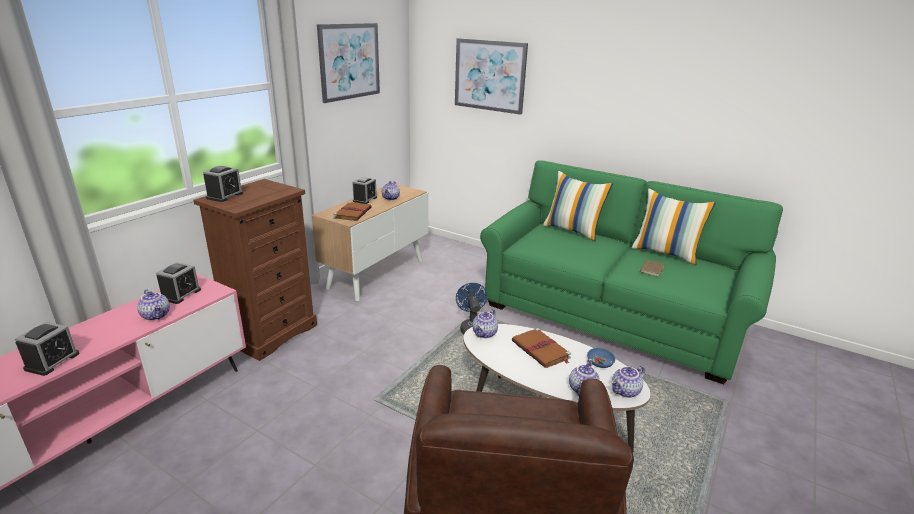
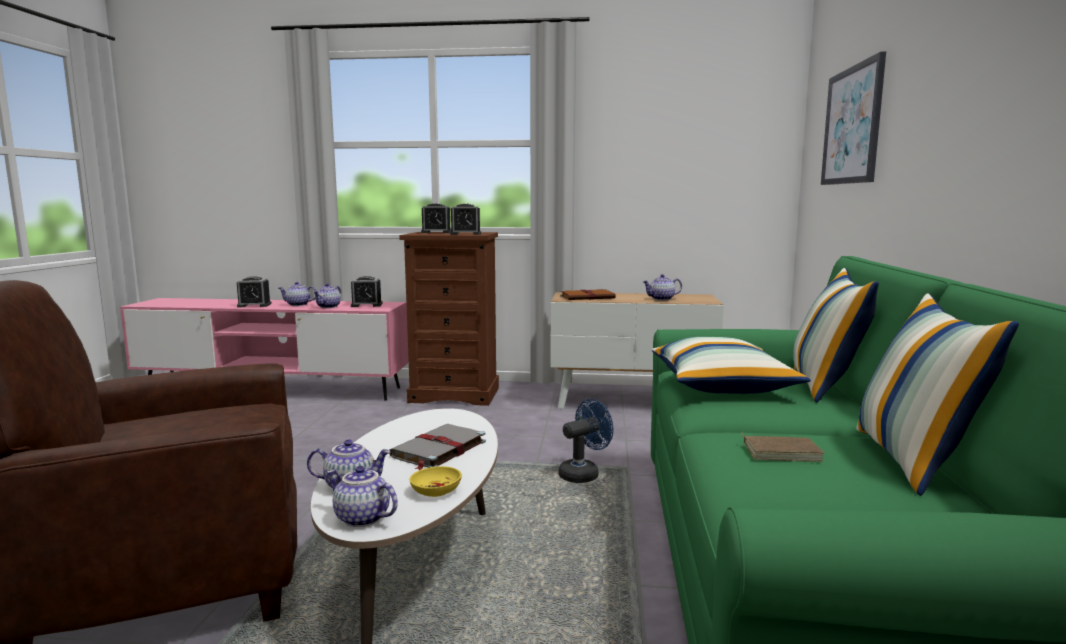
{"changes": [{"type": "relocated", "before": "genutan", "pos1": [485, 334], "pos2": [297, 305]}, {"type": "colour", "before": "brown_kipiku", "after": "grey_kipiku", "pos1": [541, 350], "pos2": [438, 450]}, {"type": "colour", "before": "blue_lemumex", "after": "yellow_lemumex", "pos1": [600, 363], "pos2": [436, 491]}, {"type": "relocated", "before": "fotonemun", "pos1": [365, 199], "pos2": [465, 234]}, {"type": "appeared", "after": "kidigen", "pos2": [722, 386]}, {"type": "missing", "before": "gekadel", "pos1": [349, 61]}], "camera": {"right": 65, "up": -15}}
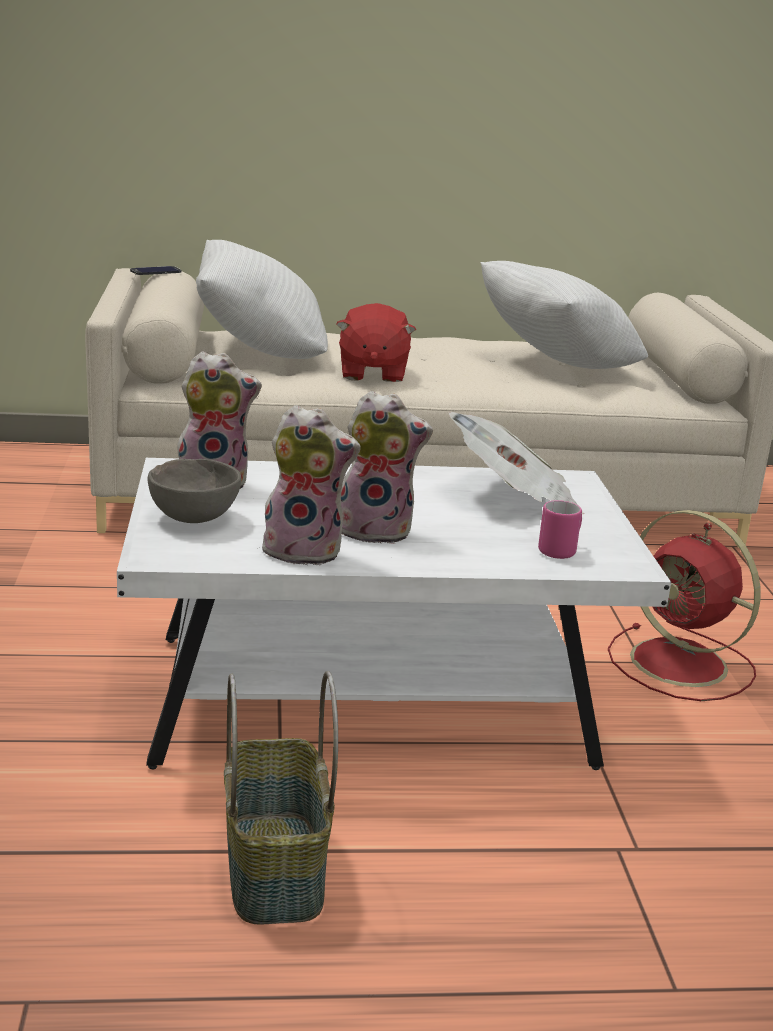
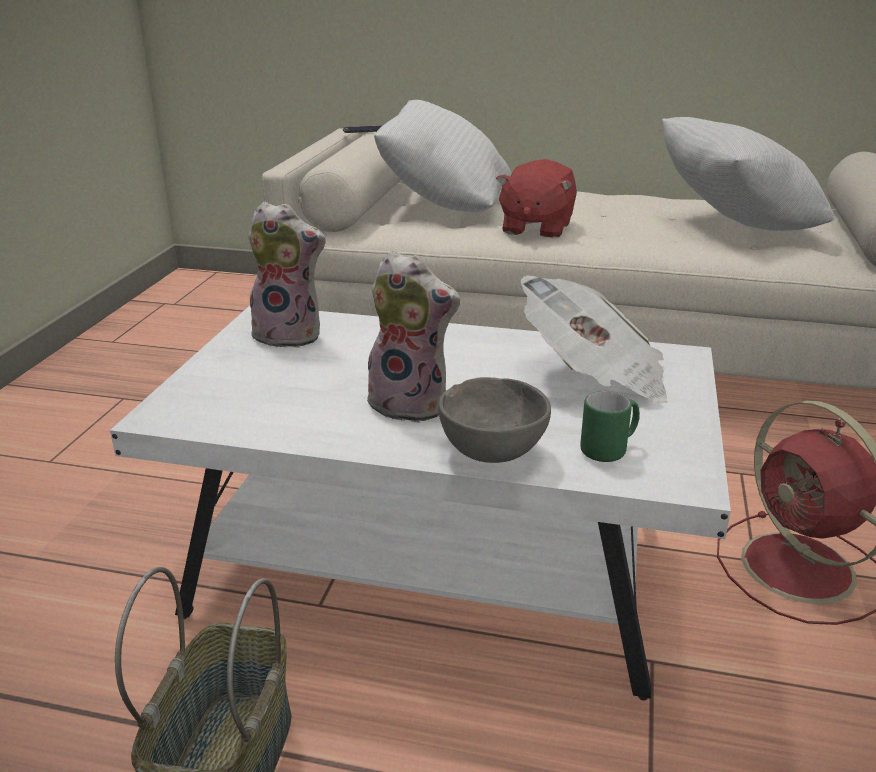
{"changes": [{"type": "relocated", "before": "grey_lemumex", "pos1": [194, 518], "pos2": [493, 451]}, {"type": "colour", "before": "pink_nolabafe", "after": "green_nolabafe", "pos1": [561, 550], "pos2": [609, 450]}, {"type": "missing", "before": "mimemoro", "pos1": [305, 551]}], "camera": {"right": 20, "up": 5}}
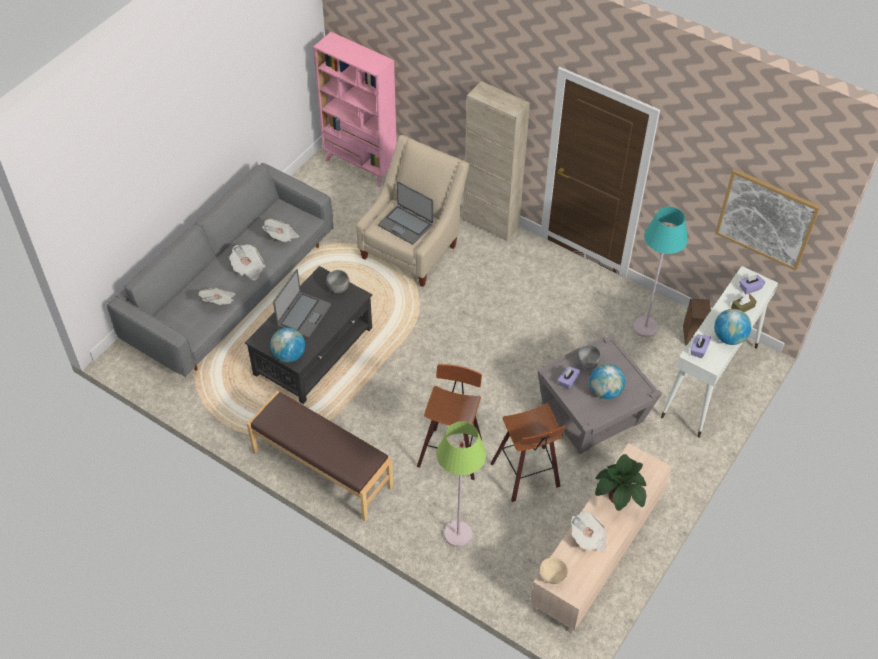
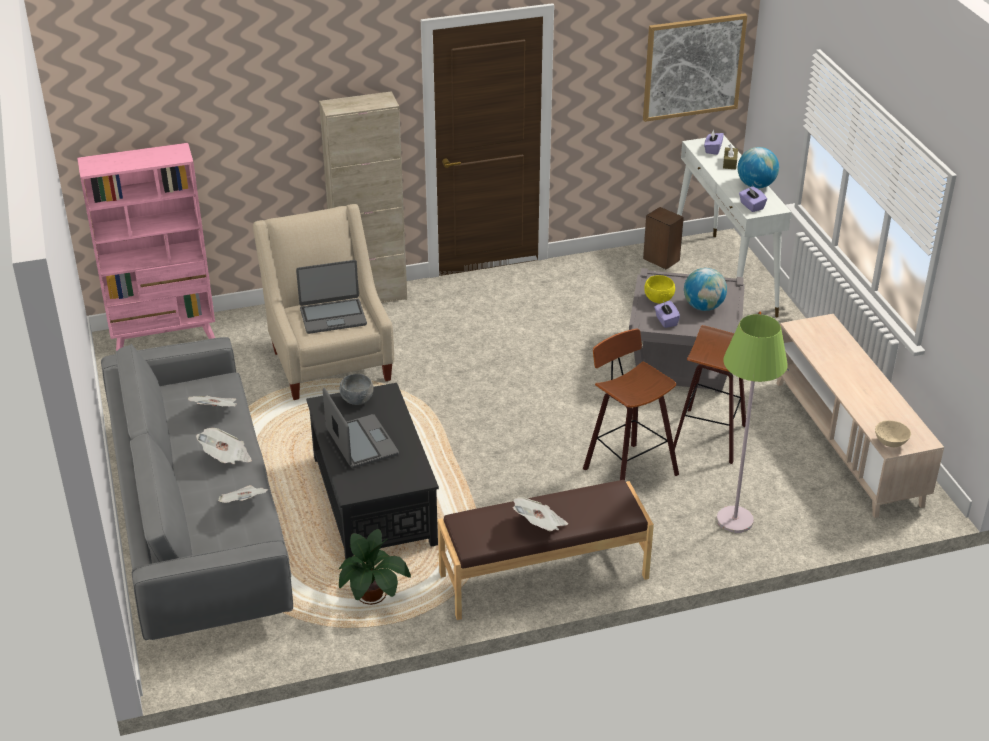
{"changes": [{"type": "relocated", "before": "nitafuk", "pos1": [619, 497], "pos2": [372, 596]}, {"type": "relocated", "before": "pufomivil", "pos1": [589, 538], "pos2": [540, 525]}, {"type": "colour", "before": "grey_lemumex", "after": "yellow_lemumex", "pos1": [588, 363], "pos2": [658, 299]}, {"type": "missing", "before": "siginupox", "pos1": [289, 355]}, {"type": "missing", "before": "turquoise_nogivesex", "pos1": [645, 327]}], "camera": {"right": -50, "up": -15}}
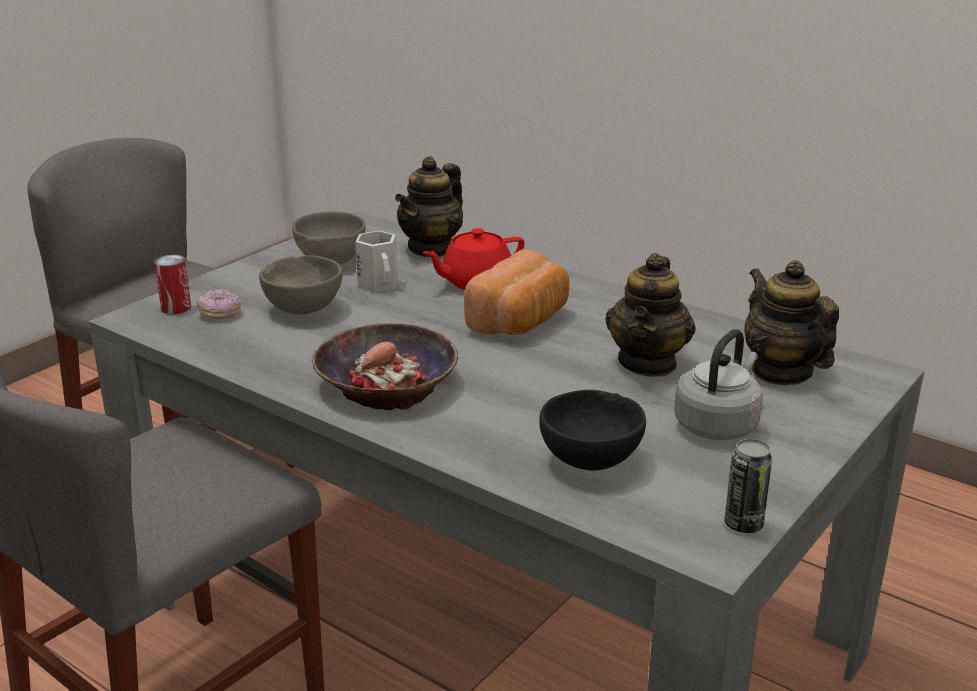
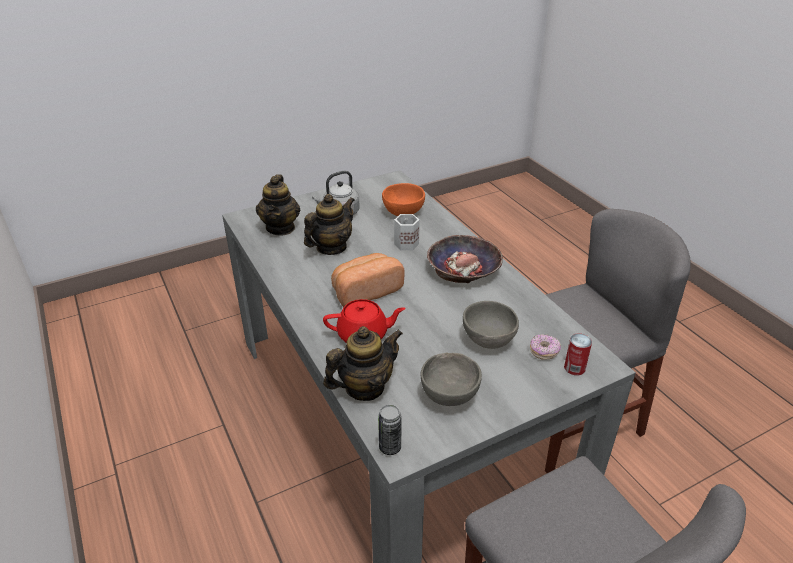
{"changes": [{"type": "relocated", "before": "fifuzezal", "pos1": [743, 524], "pos2": [390, 447]}, {"type": "colour", "before": "black_lemumex", "after": "orange_lemumex", "pos1": [592, 461], "pos2": [402, 212]}, {"type": "relocated", "before": "white_nolabafe", "pos1": [379, 284], "pos2": [405, 243]}], "camera": {"right": -155, "up": 10}}
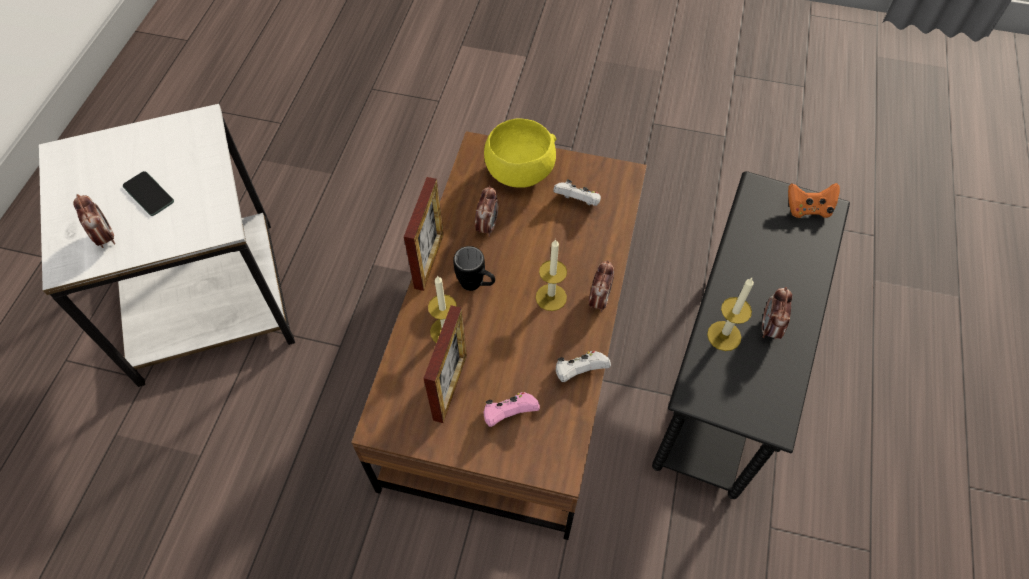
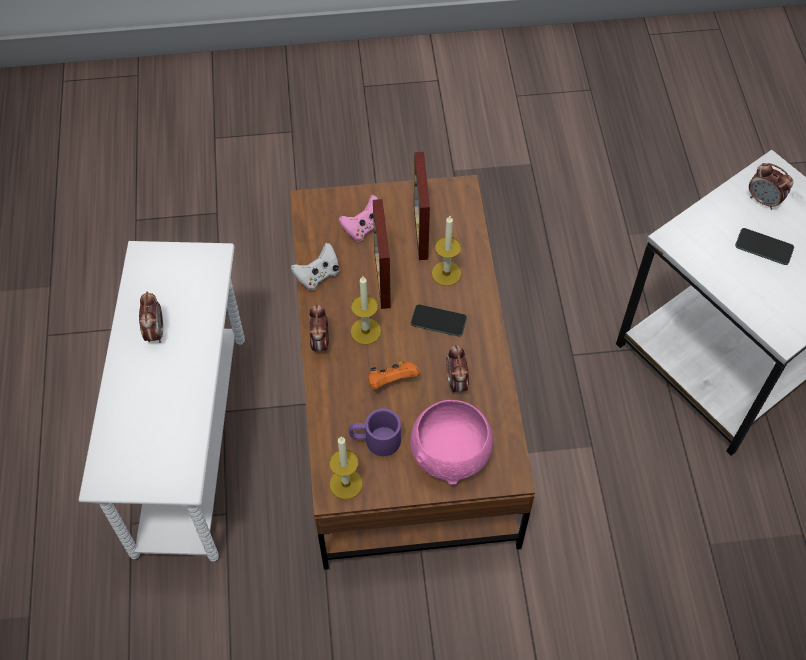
{"changes": [{"type": "colour", "before": "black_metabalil", "after": "white_metabalil", "pos1": [725, 377], "pos2": [189, 444]}, {"type": "relocated", "before": "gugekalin", "pos1": [724, 336], "pos2": [346, 484]}, {"type": "exchanged", "before": "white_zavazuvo", "after": "purple_nolabafe", "pos1": [577, 202], "pos2": [375, 440]}, {"type": "relocated", "before": "orange_zavazuvo", "pos1": [808, 209], "pos2": [391, 381]}, {"type": "relocated", "before": "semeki", "pos1": [429, 260], "pos2": [382, 279]}, {"type": "colour", "before": "yellow_lemumex", "after": "pink_lemumex", "pos1": [518, 173], "pos2": [451, 455]}, {"type": "exchanged", "before": "black_nolabafe", "after": "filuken", "pos1": [476, 285], "pos2": [438, 321]}], "camera": {"right": 160, "up": 0}}
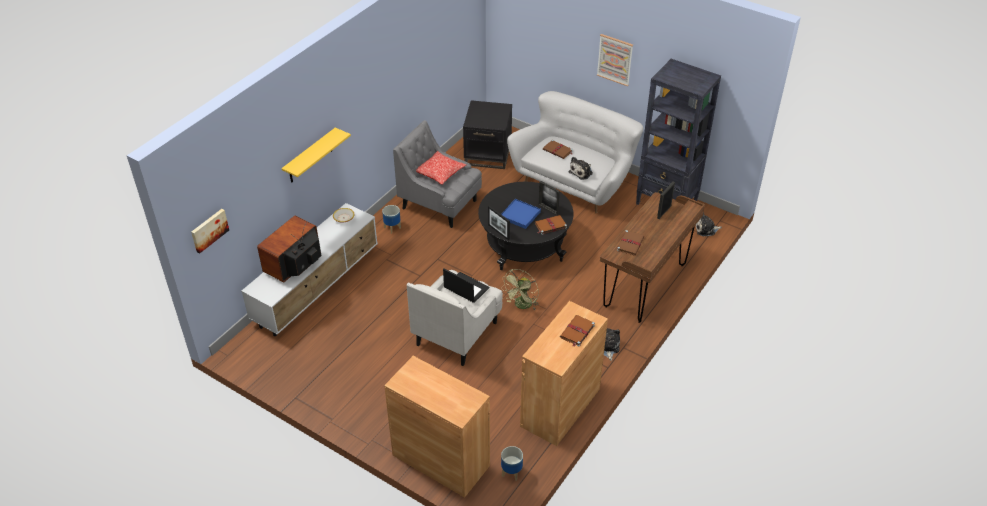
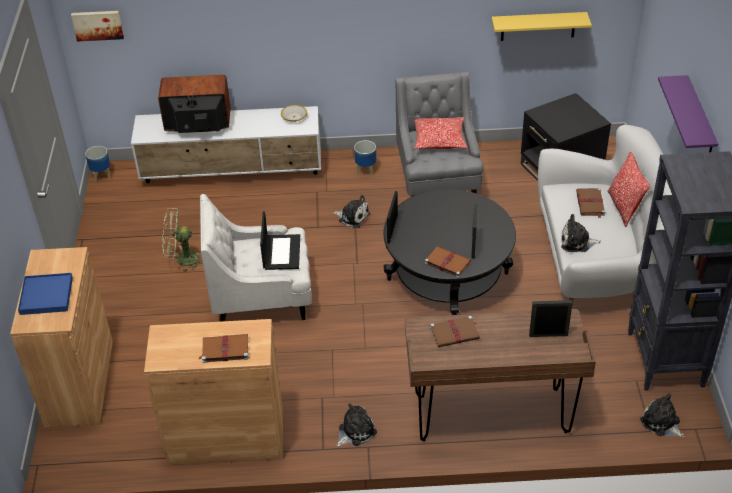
{"changes": [{"type": "relocated", "before": "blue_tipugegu", "pos1": [520, 215], "pos2": [46, 296]}, {"type": "relocated", "before": "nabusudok", "pos1": [511, 472], "pos2": [101, 175]}, {"type": "relocated", "before": "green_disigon", "pos1": [521, 306], "pos2": [182, 260]}, {"type": "appeared", "after": "mimemoro", "pos2": [352, 217]}, {"type": "relocated", "before": "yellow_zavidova", "pos1": [310, 156], "pos2": [538, 26]}, {"type": "appeared", "after": "kidigen", "pos2": [624, 208]}, {"type": "exchanged", "before": "gekadel", "after": "purple_zavidova", "pos1": [615, 59], "pos2": [699, 121]}], "camera": {"right": 55, "up": 0}}
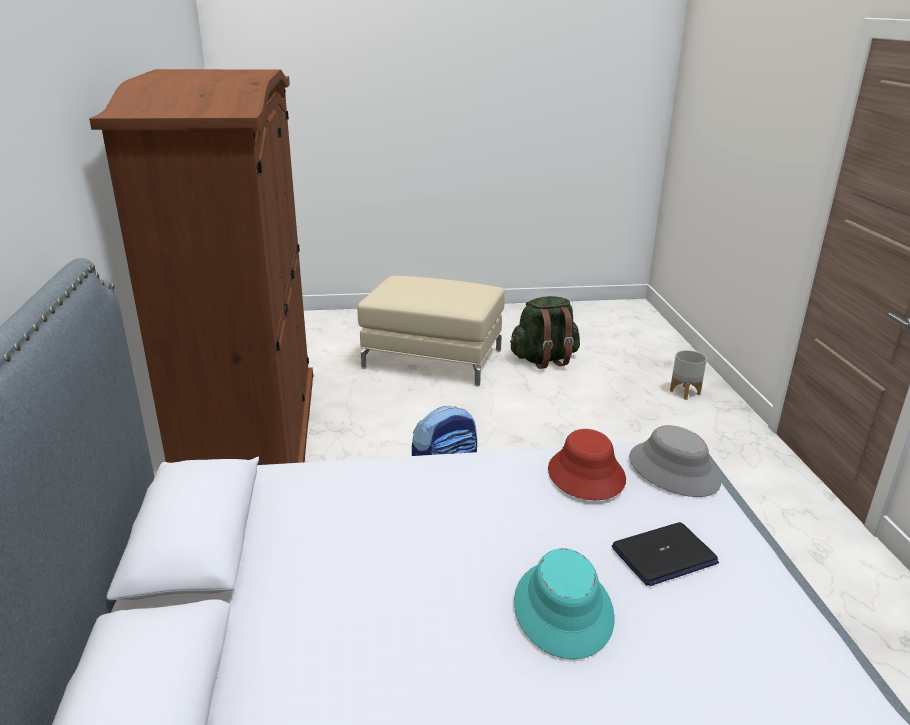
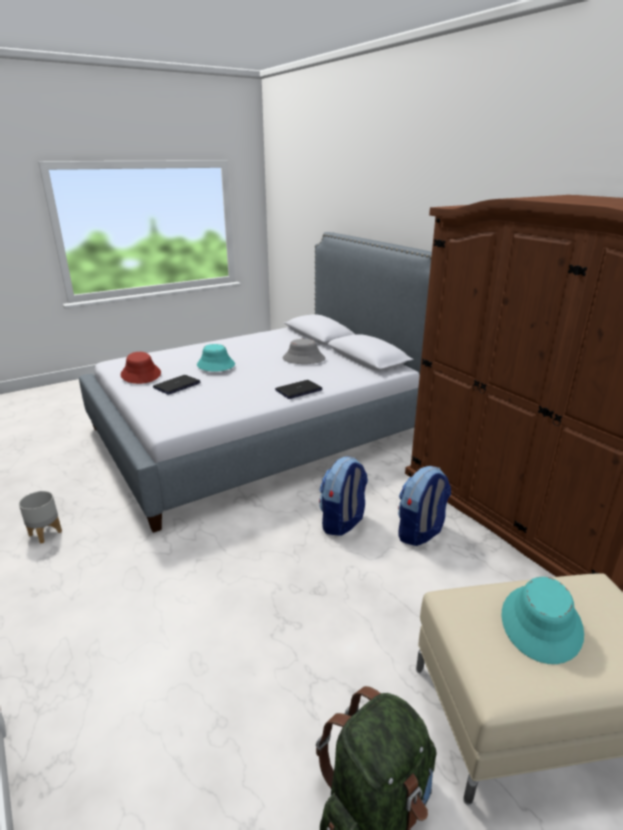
{"changes": [{"type": "relocated", "before": "grey_nabusudok", "pos1": [685, 392], "pos2": [45, 533]}, {"type": "relocated", "before": "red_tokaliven", "pos1": [585, 475], "pos2": [141, 374]}, {"type": "appeared", "after": "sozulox", "pos2": [298, 390]}, {"type": "relocated", "before": "grey_tokaliven", "pos1": [674, 470], "pos2": [303, 359]}, {"type": "appeared", "after": "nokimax", "pos2": [420, 532]}, {"type": "appeared", "after": "turquoise_tokaliven", "pos2": [541, 623]}], "camera": {"right": 155, "up": 0}}
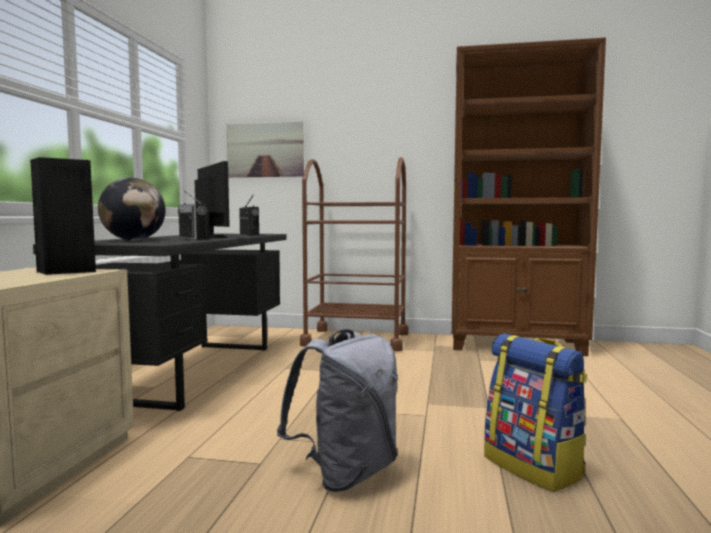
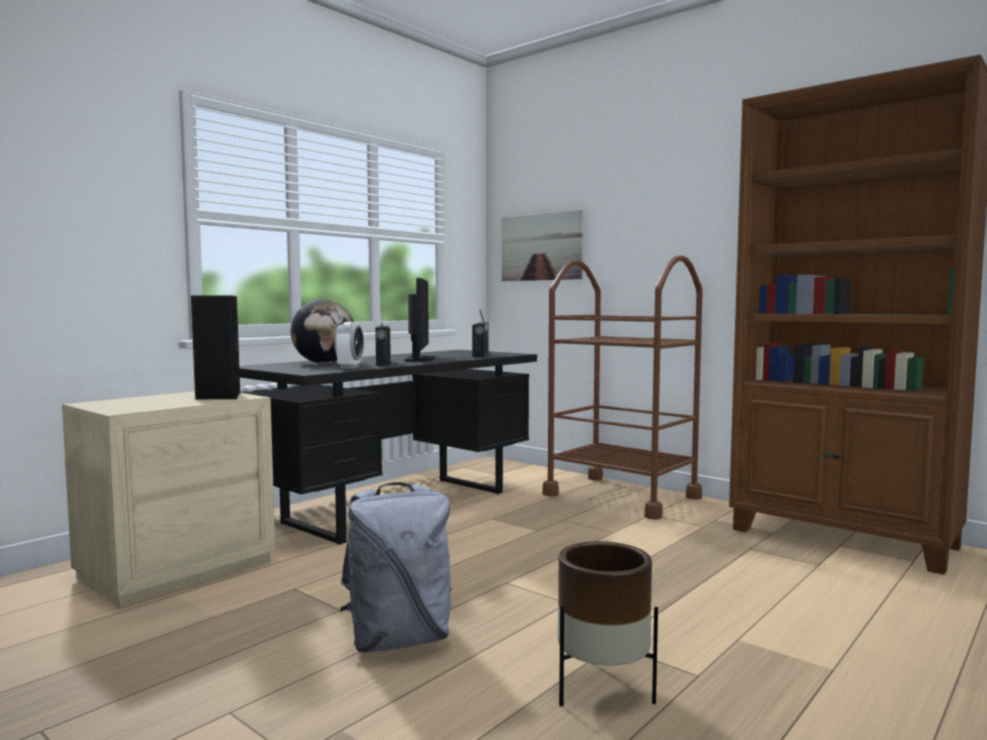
{"changes": [{"type": "appeared", "after": "fotonemun", "pos2": [349, 367]}, {"type": "exchanged", "before": "nokimax", "after": "brown_nabusudok", "pos1": [534, 467], "pos2": [603, 690]}], "camera": {"right": 30, "up": 0}}
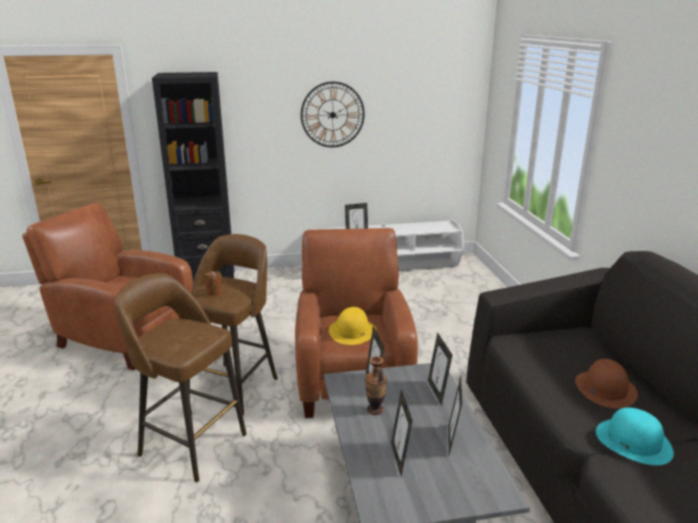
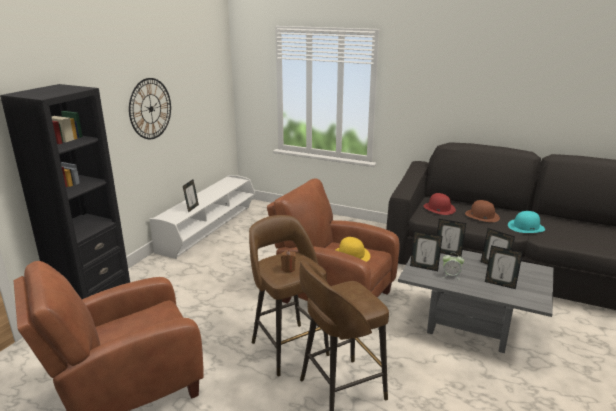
{"changes": [{"type": "appeared", "after": "red_tokaliven", "pos2": [439, 208]}, {"type": "exchanged", "before": "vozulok", "after": "fotonemun", "pos1": [375, 410], "pos2": [451, 276]}], "camera": {"right": -55, "up": 0}}
